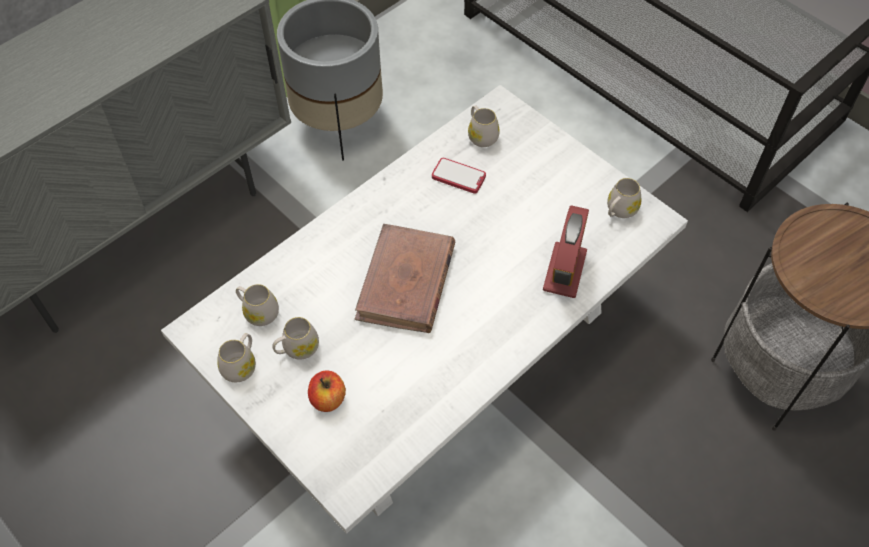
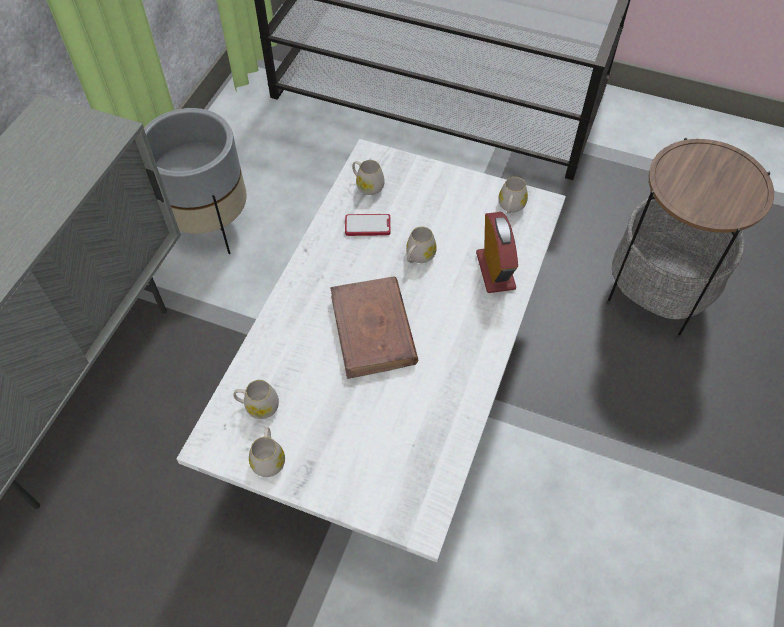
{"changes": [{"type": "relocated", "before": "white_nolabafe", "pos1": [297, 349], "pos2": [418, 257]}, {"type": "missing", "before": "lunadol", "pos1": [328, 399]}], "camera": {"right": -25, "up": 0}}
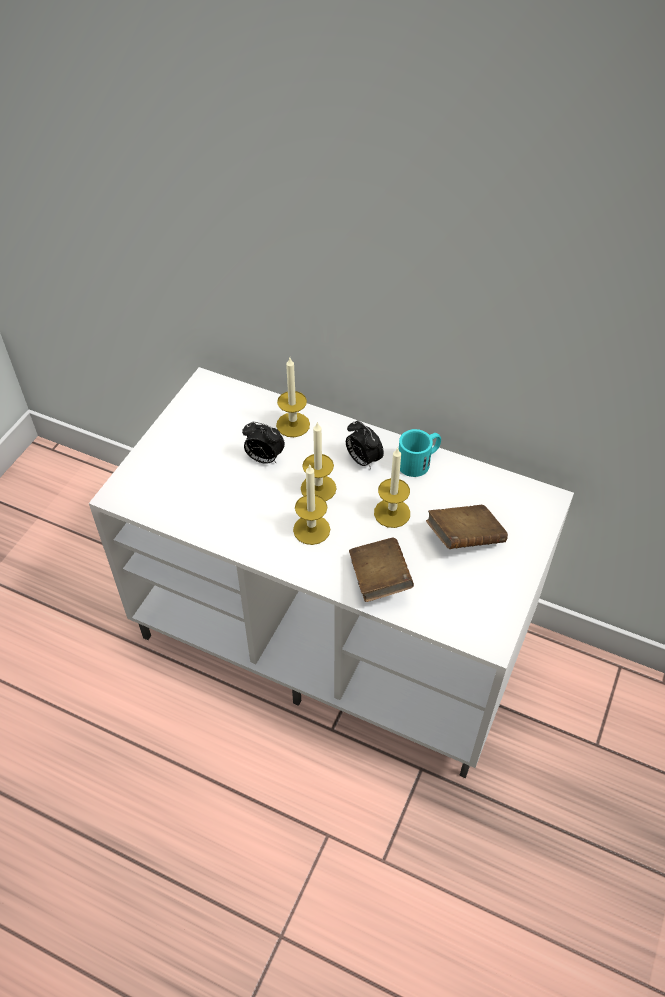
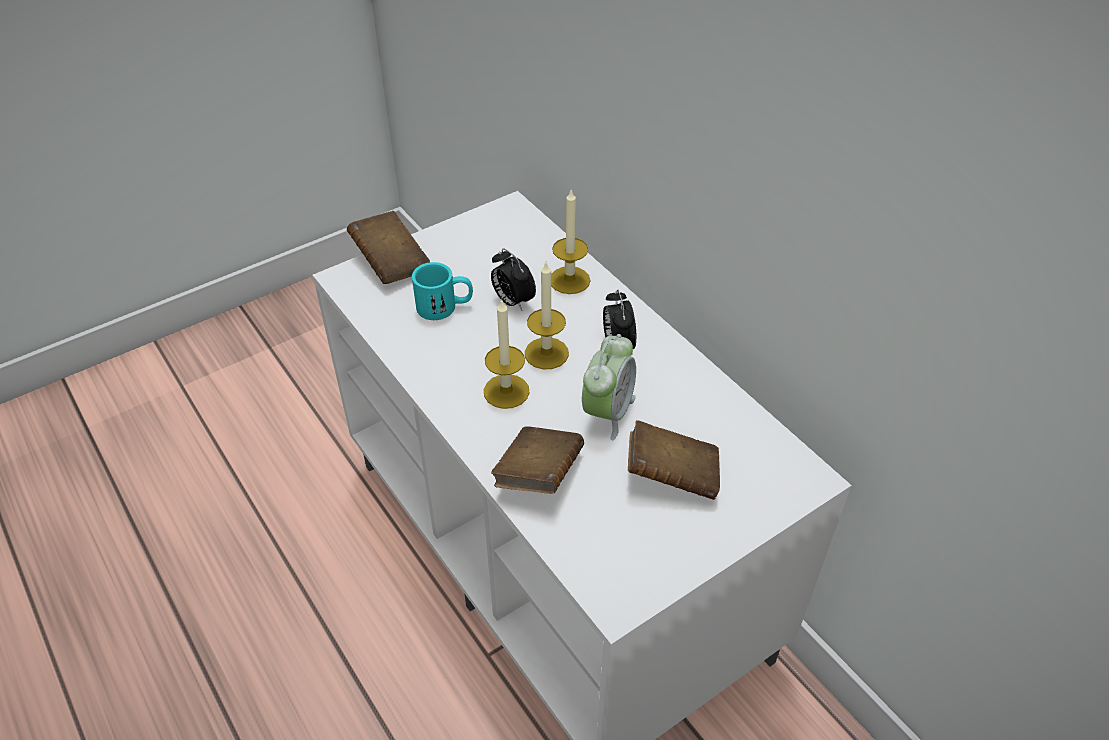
{"changes": [{"type": "appeared", "after": "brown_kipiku", "pos2": [391, 263]}, {"type": "relocated", "before": "turquoise_nolabafe", "pos1": [419, 461], "pos2": [445, 306]}, {"type": "exchanged", "before": "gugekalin", "after": "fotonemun", "pos1": [392, 513], "pos2": [607, 412]}], "camera": {"right": 30, "up": -5}}
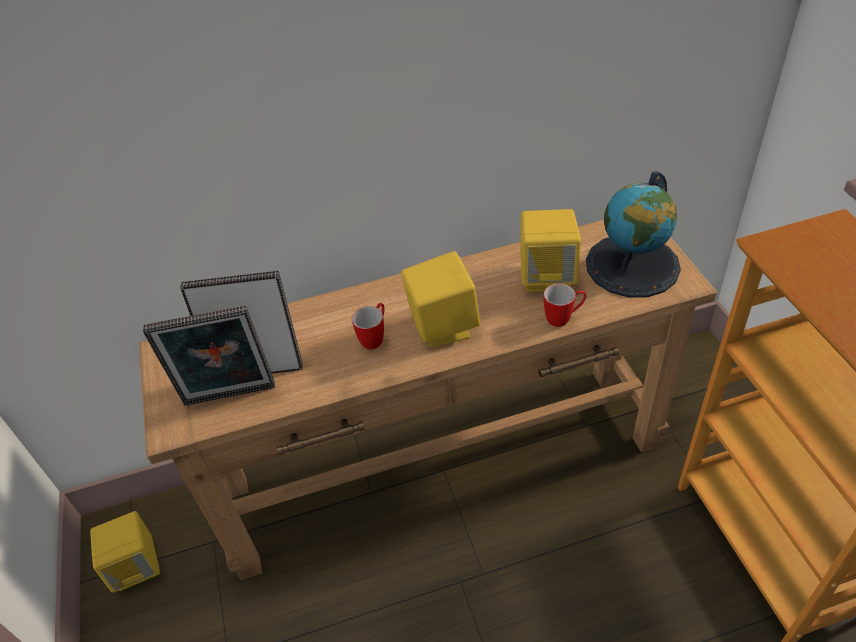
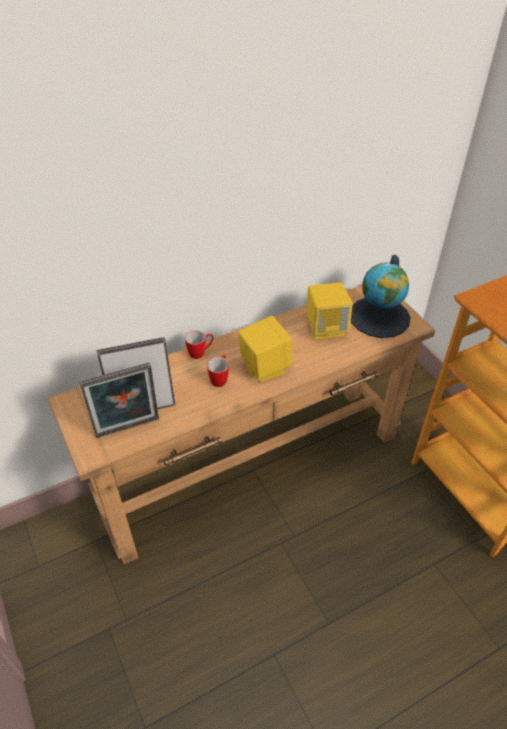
{"changes": [{"type": "relocated", "before": "nolabafe", "pos1": [563, 318], "pos2": [200, 353]}, {"type": "missing", "before": "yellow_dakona", "pos1": [137, 567]}], "camera": {"right": -15, "up": 0}}
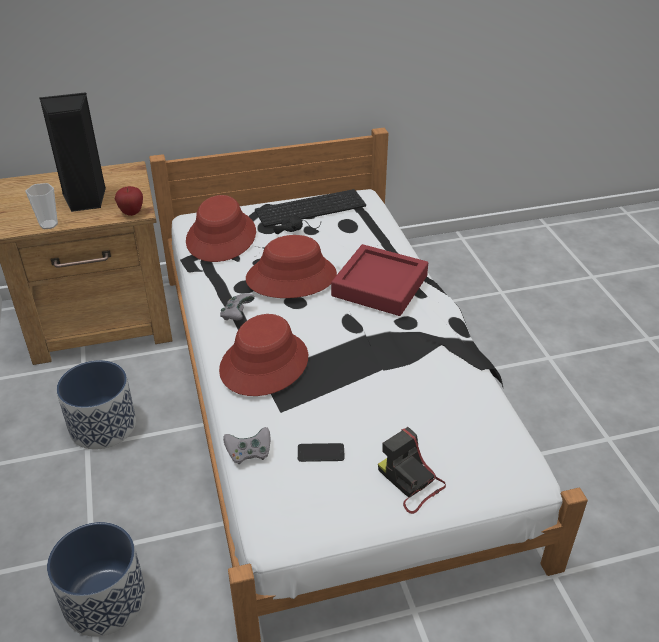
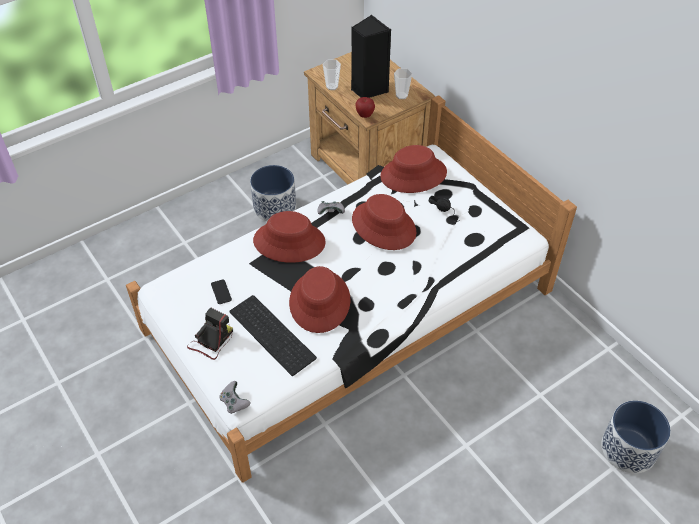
{"changes": [{"type": "relocated", "before": "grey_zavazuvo", "pos1": [249, 453], "pos2": [234, 403]}, {"type": "relocated", "before": "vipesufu", "pos1": [311, 207], "pos2": [274, 334]}, {"type": "appeared", "after": "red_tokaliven", "pos2": [320, 301]}, {"type": "appeared", "after": "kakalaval", "pos2": [401, 96]}, {"type": "relocated", "before": "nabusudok", "pos1": [104, 600], "pos2": [628, 449]}, {"type": "missing", "before": "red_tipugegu", "pos1": [379, 286]}], "camera": {"right": 70, "up": 10}}
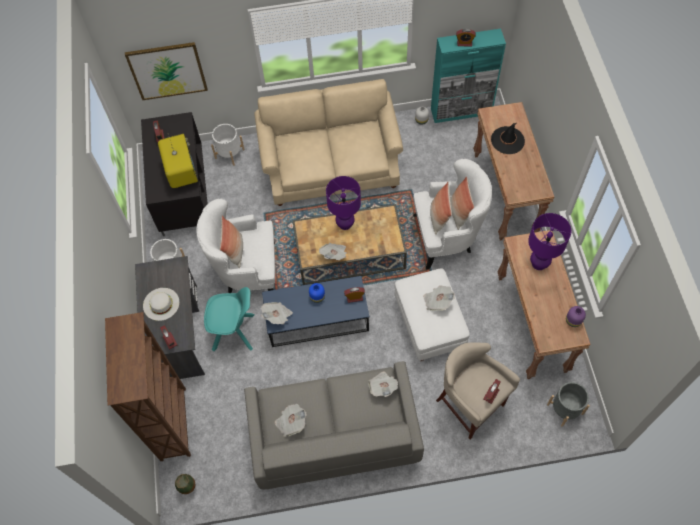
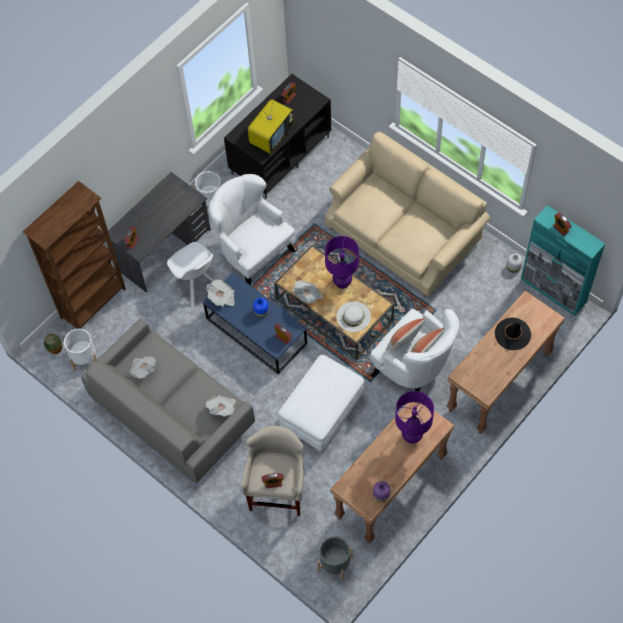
{"changes": [{"type": "relocated", "before": "white_nabusudok", "pos1": [229, 153], "pos2": [84, 357]}, {"type": "colour", "before": "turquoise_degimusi", "after": "white_degimusi", "pos1": [235, 332], "pos2": [196, 285]}, {"type": "relocated", "before": "white_tokaliven", "pos1": [161, 304], "pos2": [353, 316]}, {"type": "missing", "before": "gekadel", "pos1": [167, 71]}, {"type": "missing", "before": "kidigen", "pos1": [235, 251]}, {"type": "missing", "before": "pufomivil", "pos1": [437, 301]}], "camera": {"right": 50, "up": 0}}
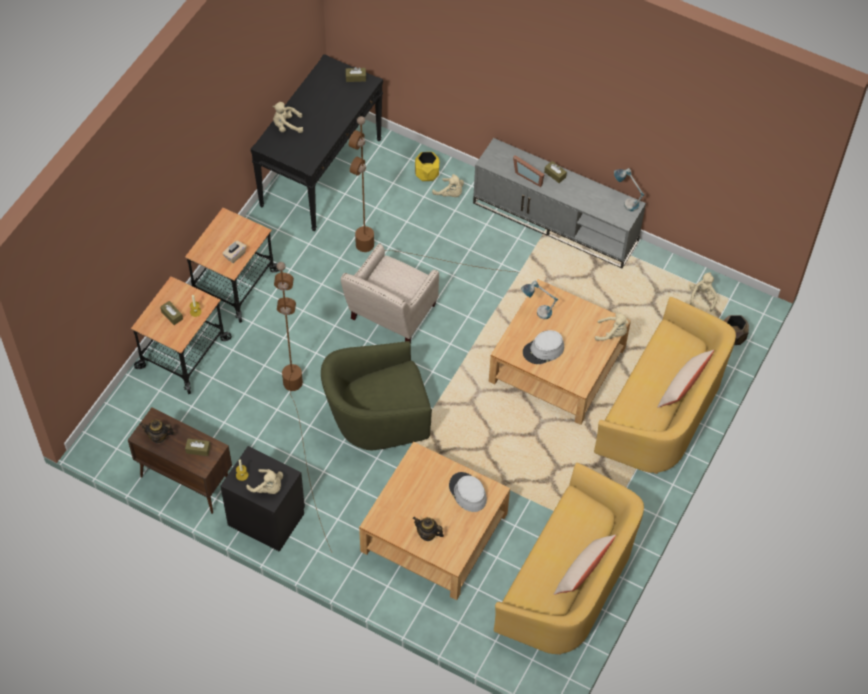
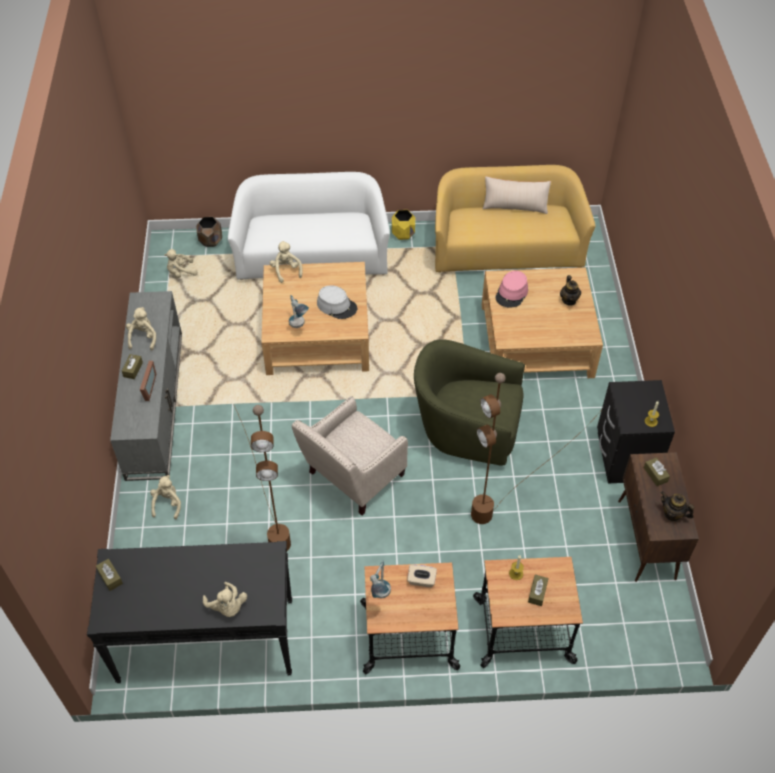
{"changes": [{"type": "relocated", "before": "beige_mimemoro", "pos1": [268, 488], "pos2": [143, 338]}, {"type": "colour", "before": "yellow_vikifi", "after": "white_vikifi", "pos1": [663, 409], "pos2": [312, 254]}, {"type": "spun", "before": "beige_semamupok", "pos1": [390, 316], "pos2": [351, 477], "turn": 135}, {"type": "relocated", "before": "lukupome", "pos1": [625, 202], "pos2": [380, 597]}, {"type": "relocated", "before": "yellow_nabusudok", "pos1": [426, 174], "pos2": [403, 233]}, {"type": "spun", "before": "green_semamupok", "pos1": [377, 419], "pos2": [467, 429], "turn": 150}, {"type": "colour", "before": "grey_tokaliven", "after": "pink_tokaliven", "pos1": [467, 492], "pos2": [512, 293]}, {"type": "spun", "before": "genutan", "pos1": [158, 437], "pos2": [672, 514], "turn": 150}, {"type": "missing", "before": "beige_kidigen", "pos1": [683, 387]}], "camera": {"right": -120, "up": -5}}
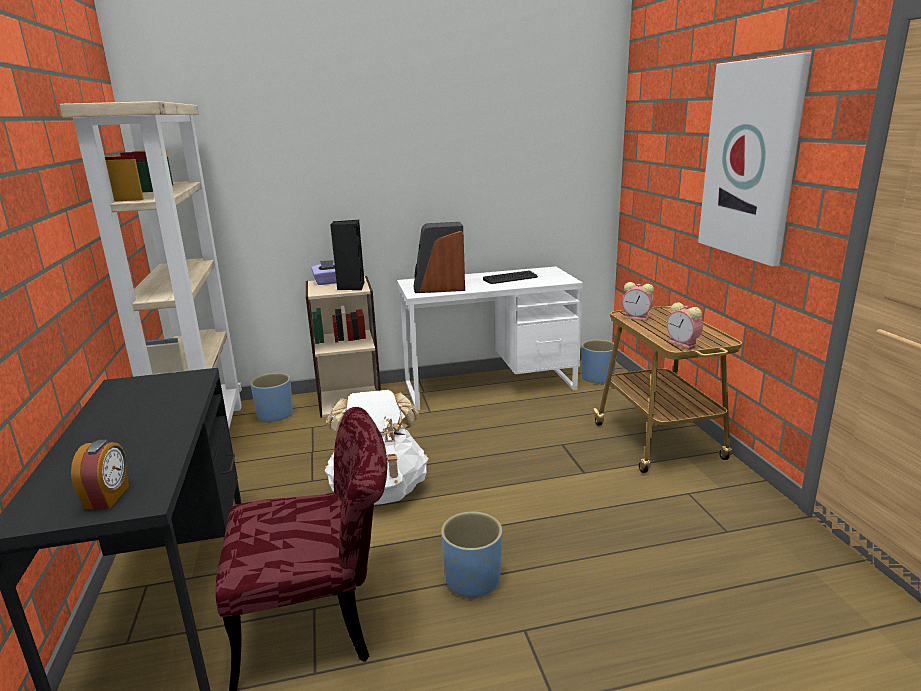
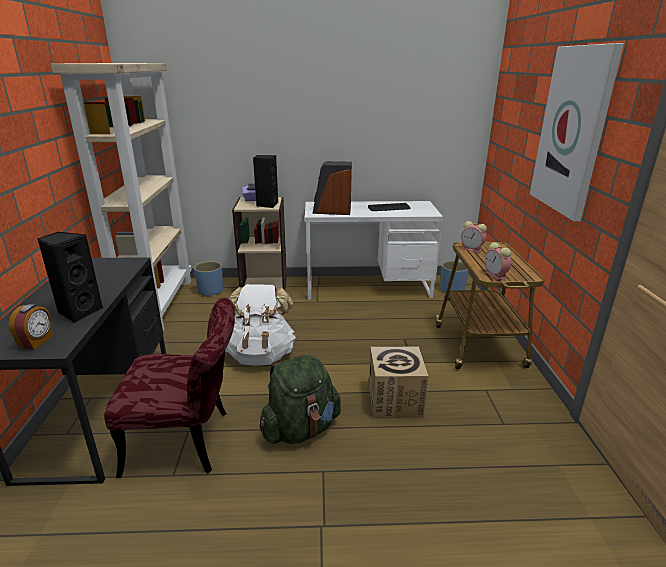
{"changes": [{"type": "appeared", "after": "black_dakona", "pos2": [79, 312]}, {"type": "exchanged", "before": "blue_nabusudok", "after": "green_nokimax", "pos1": [473, 579], "pos2": [301, 429]}, {"type": "appeared", "after": "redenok", "pos2": [394, 400]}], "camera": {"right": 10, "up": 5}}
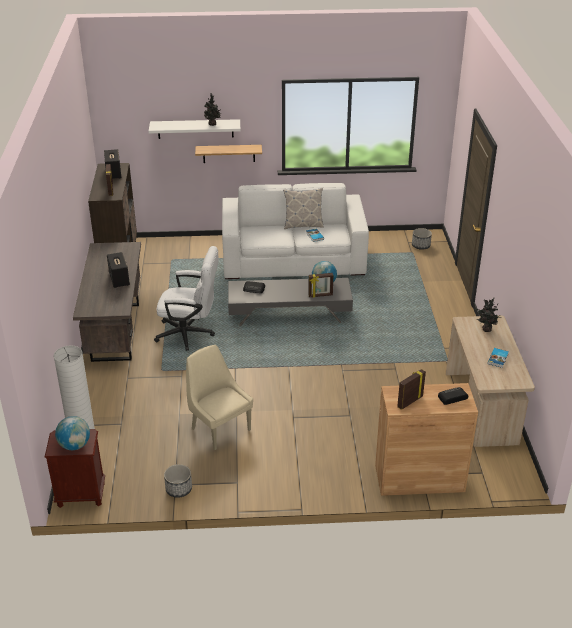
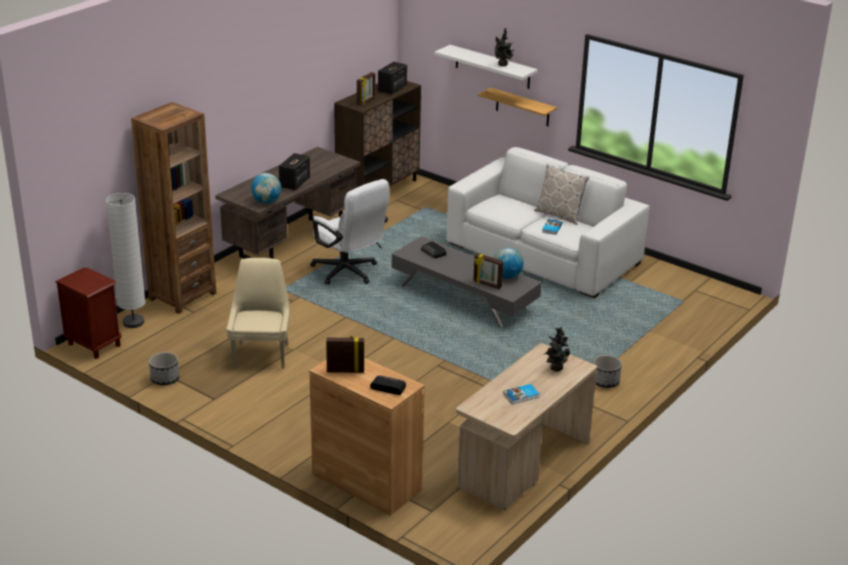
{"changes": [{"type": "appeared", "after": "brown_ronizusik", "pos2": [182, 296]}, {"type": "relocated", "before": "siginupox", "pos1": [75, 445], "pos2": [266, 202]}, {"type": "relocated", "before": "nabusudok", "pos1": [421, 246], "pos2": [605, 382]}], "camera": {"right": 40, "up": -5}}
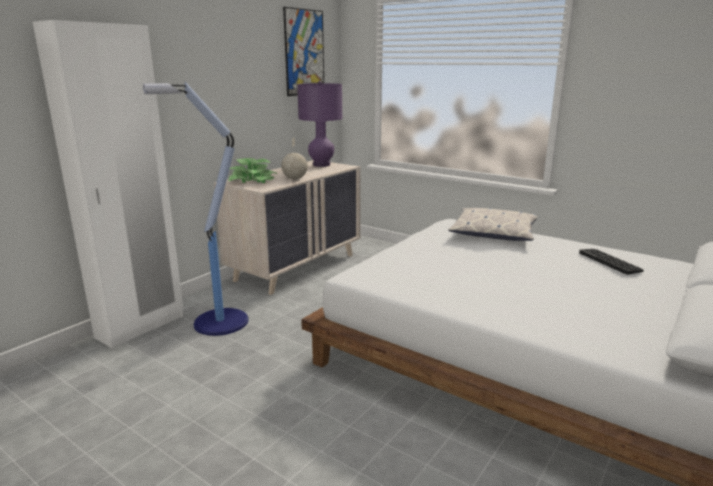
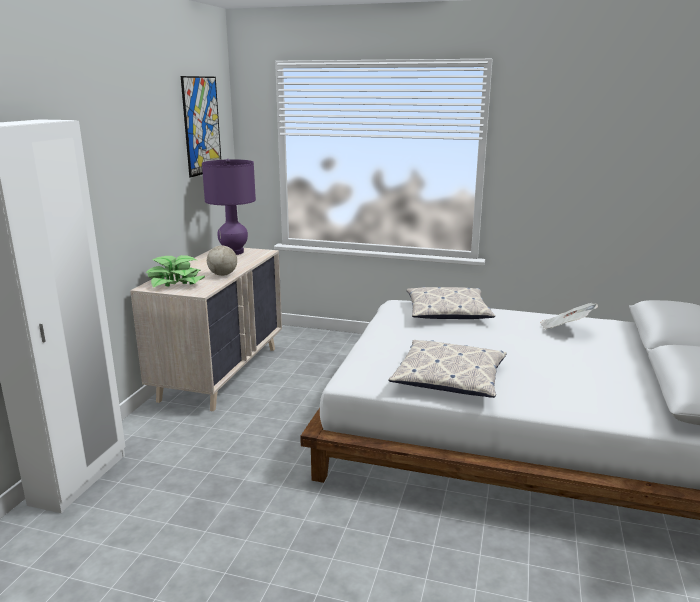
{"changes": [{"type": "appeared", "after": "kidigen", "pos2": [449, 378]}, {"type": "exchanged", "before": "vipesufu", "after": "pufomivil", "pos1": [610, 261], "pos2": [565, 329]}, {"type": "missing", "before": "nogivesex", "pos1": [218, 323]}], "camera": {"right": -20, "up": 0}}
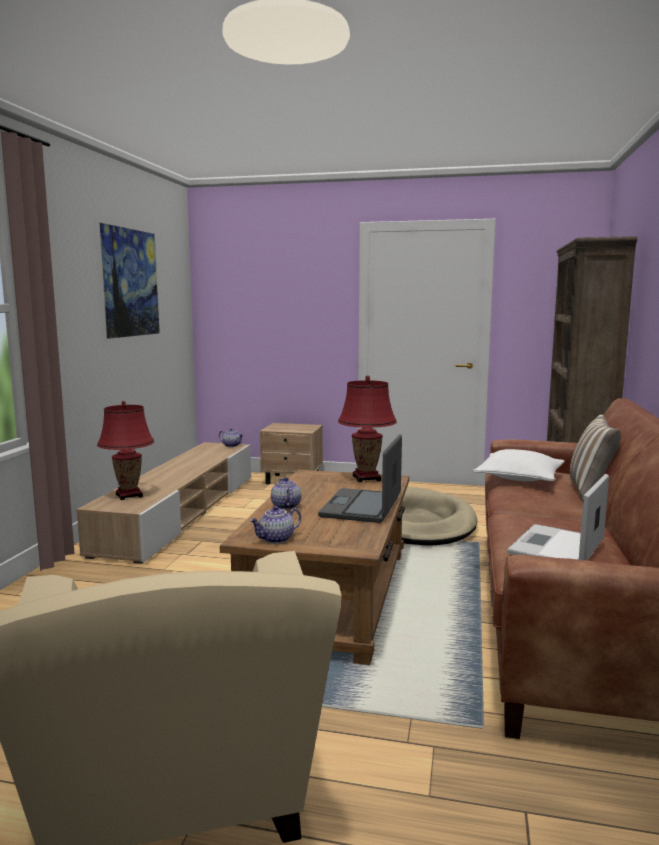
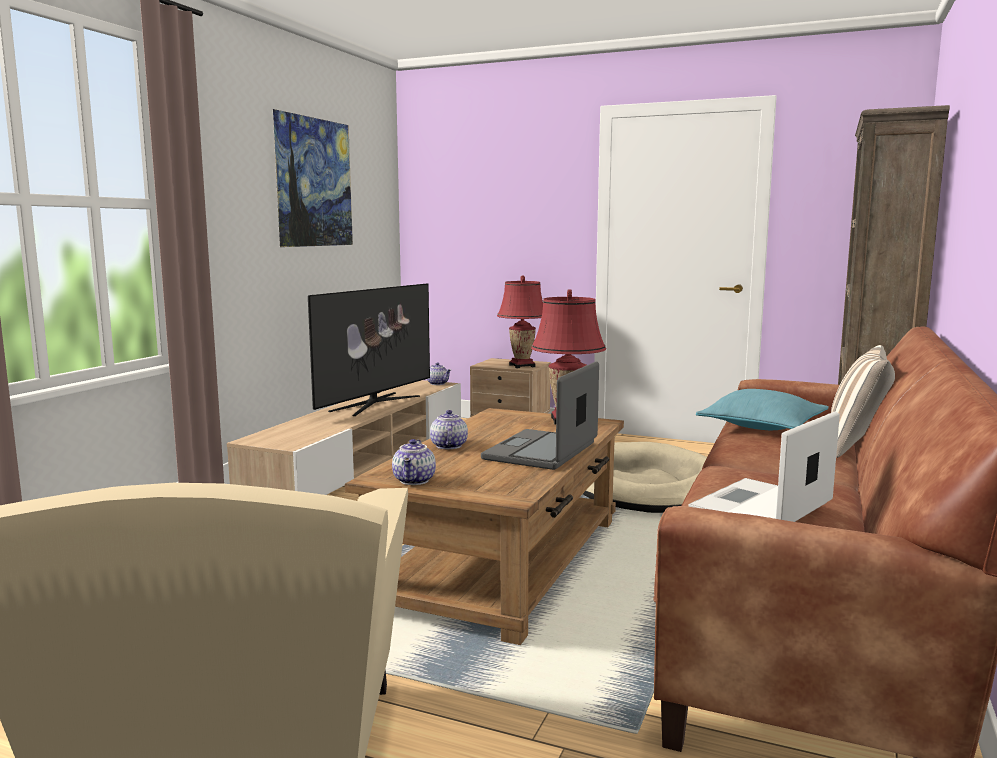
{"changes": [{"type": "appeared", "after": "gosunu", "pos2": [375, 403]}, {"type": "spun", "before": "genutan", "pos1": [276, 539], "pos2": [415, 481], "turn": -60}, {"type": "relocated", "before": "red_lukupome", "pos1": [129, 495], "pos2": [522, 366]}, {"type": "colour", "before": "white_kidigen", "after": "turquoise_kidigen", "pos1": [519, 478], "pos2": [762, 426]}], "camera": {"right": 10, "up": 0}}
